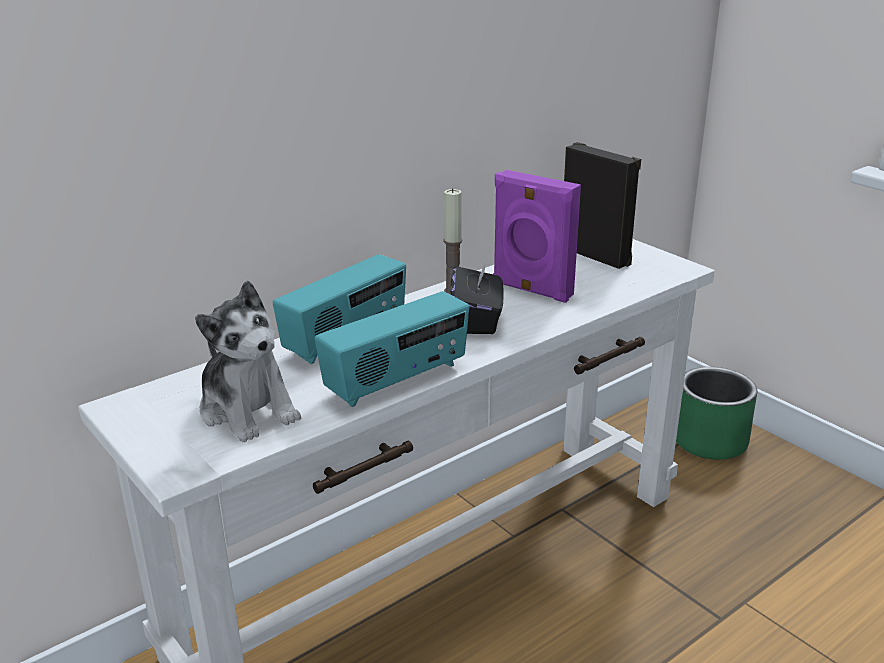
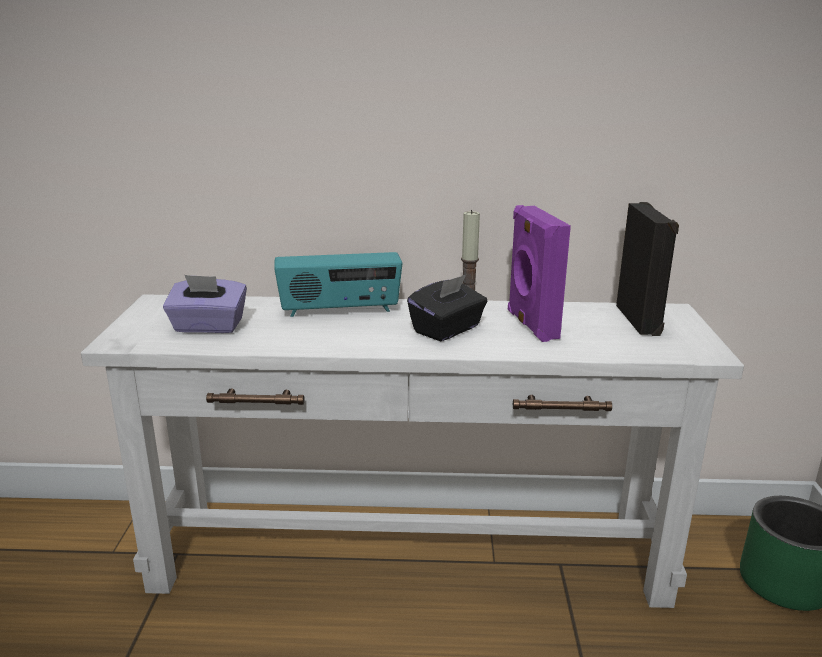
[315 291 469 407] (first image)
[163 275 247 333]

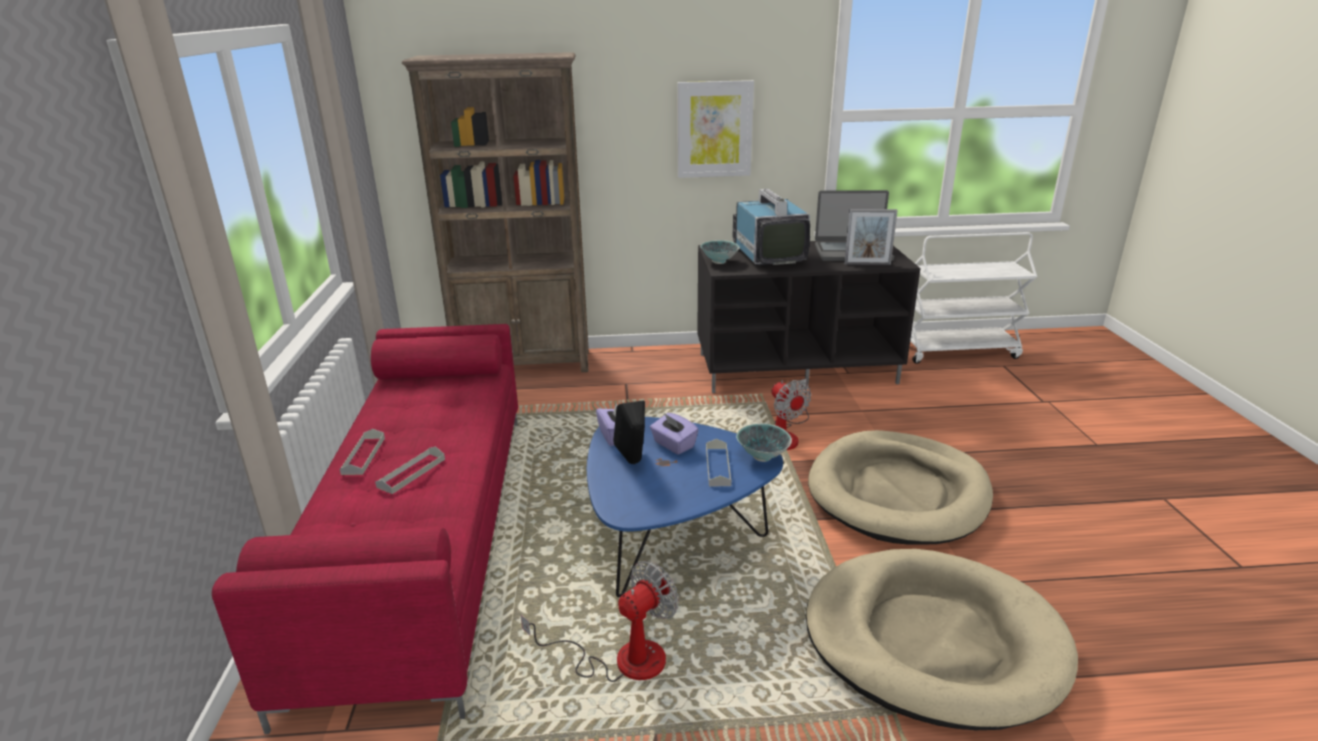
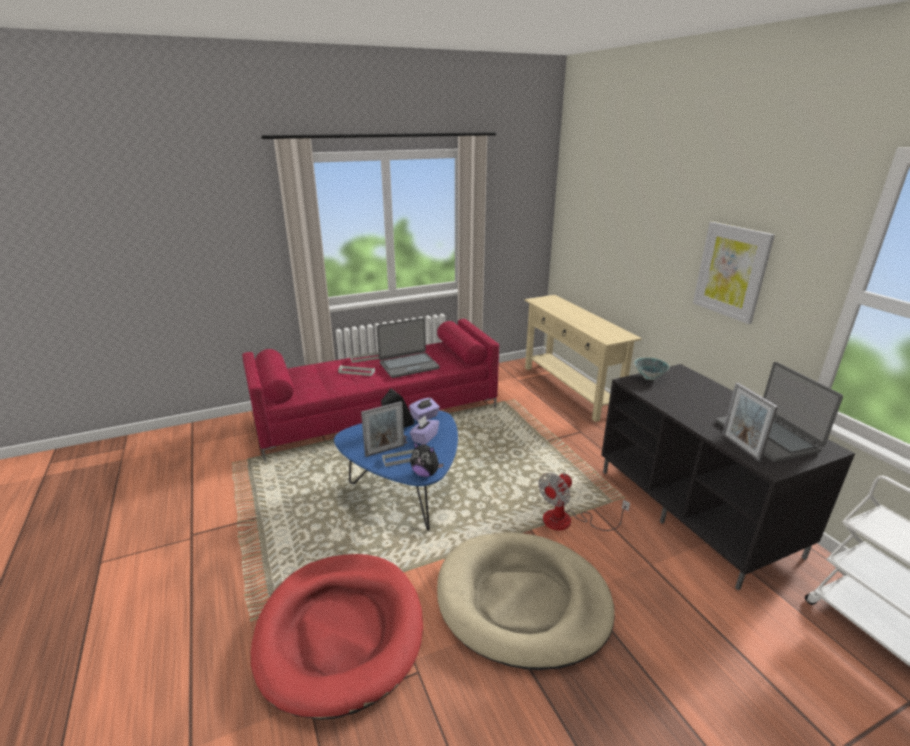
[521 561 679 682] (first image)
[733 189 810 265] (first image)
[361 401 404 457]
[377 318 440 378]
[524 295 642 422]
[410 442 444 477]
[251 554 423 719]

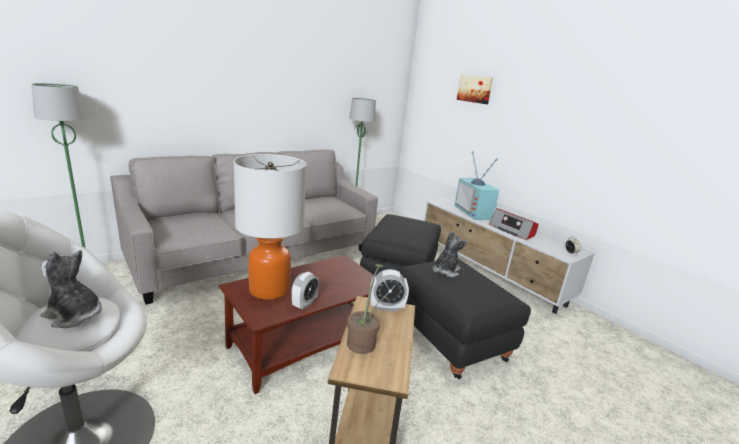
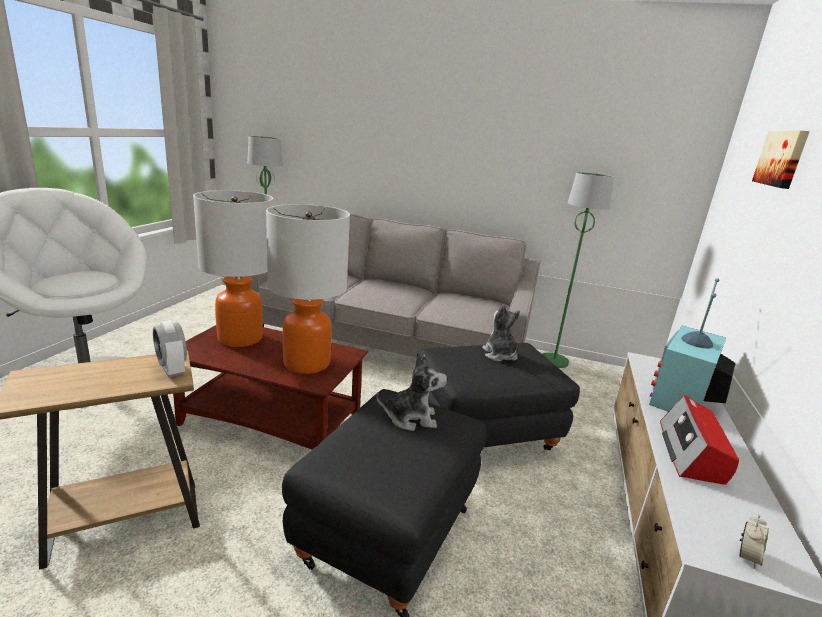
[291 272 319 310] (first image)
[347 264 389 354] (first image)
[266 204 350 374]
[482 304 520 362]

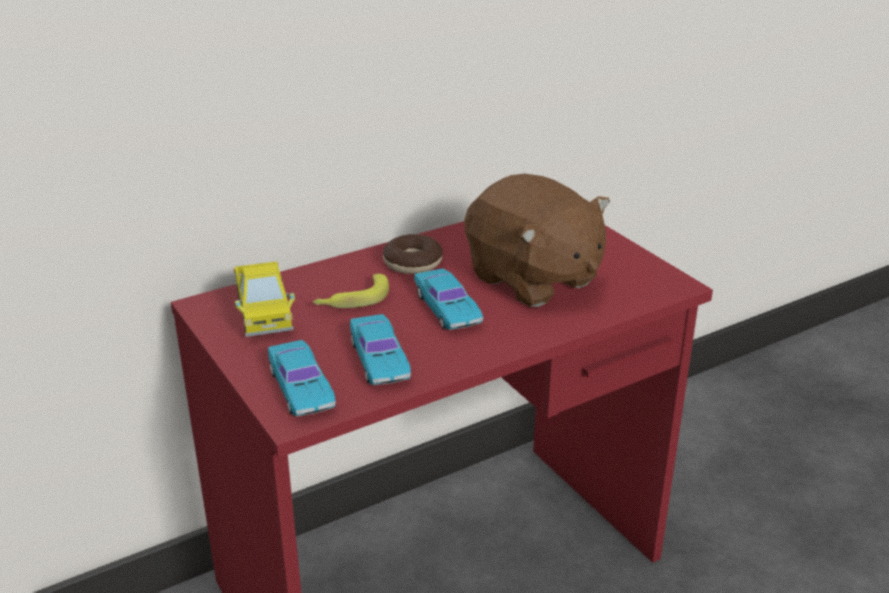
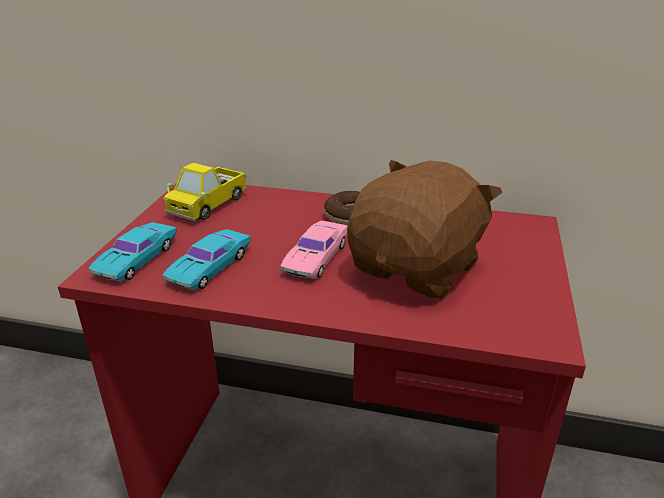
[313 274 389 308] (first image)
[280 221 347 279]
[347 160 502 299]

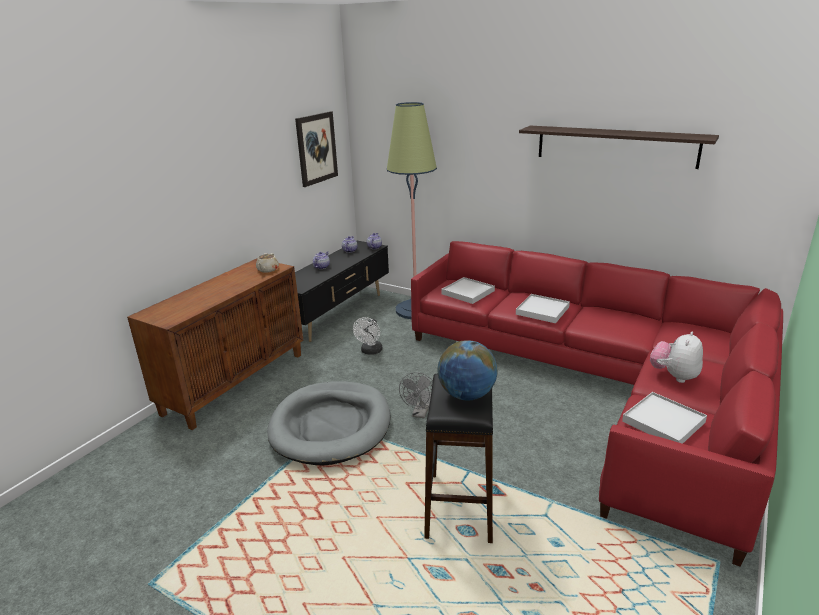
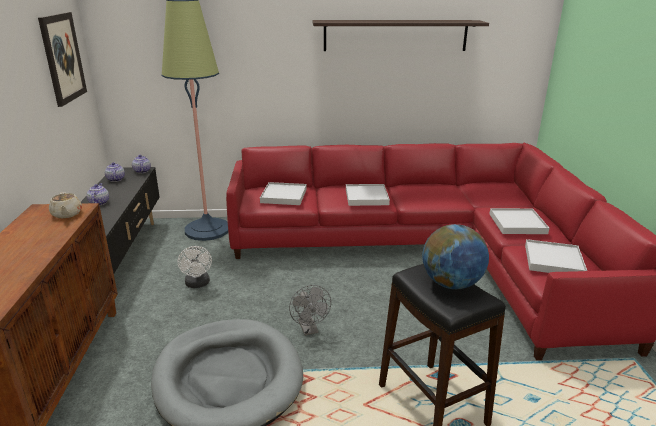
[490 208 549 234]

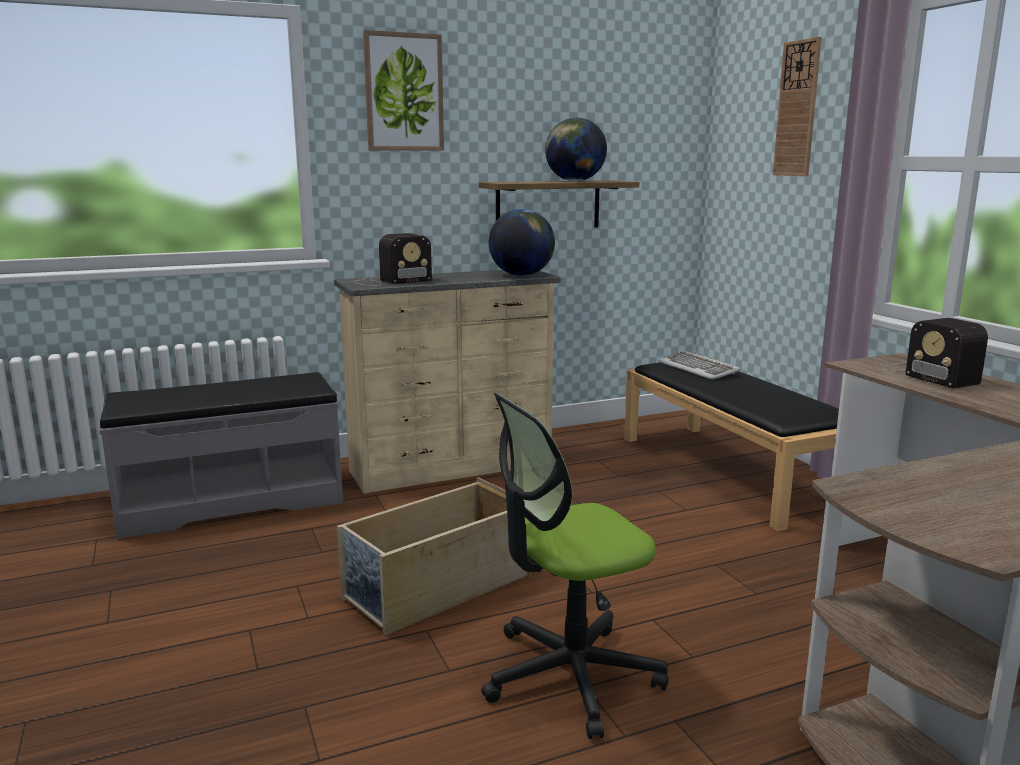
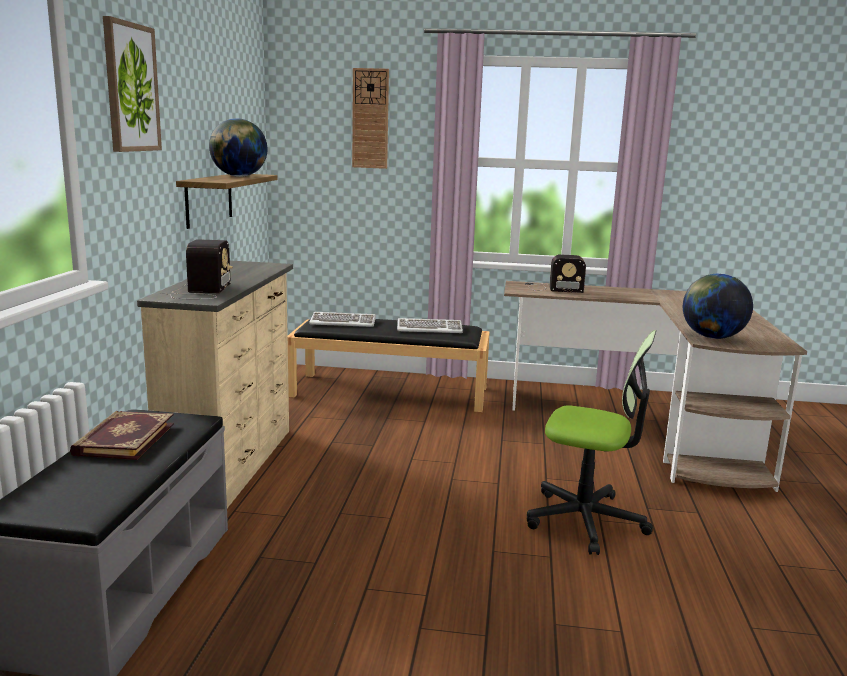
[337 477 532 635] (first image)
[70 411 174 460]
[397 318 463 333]
[683 274 753 339]
[527 330 657 555]

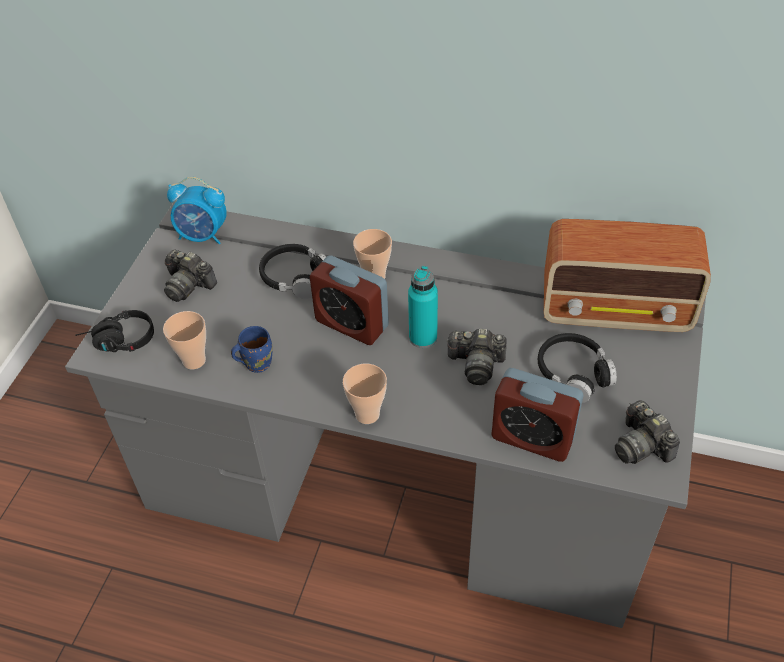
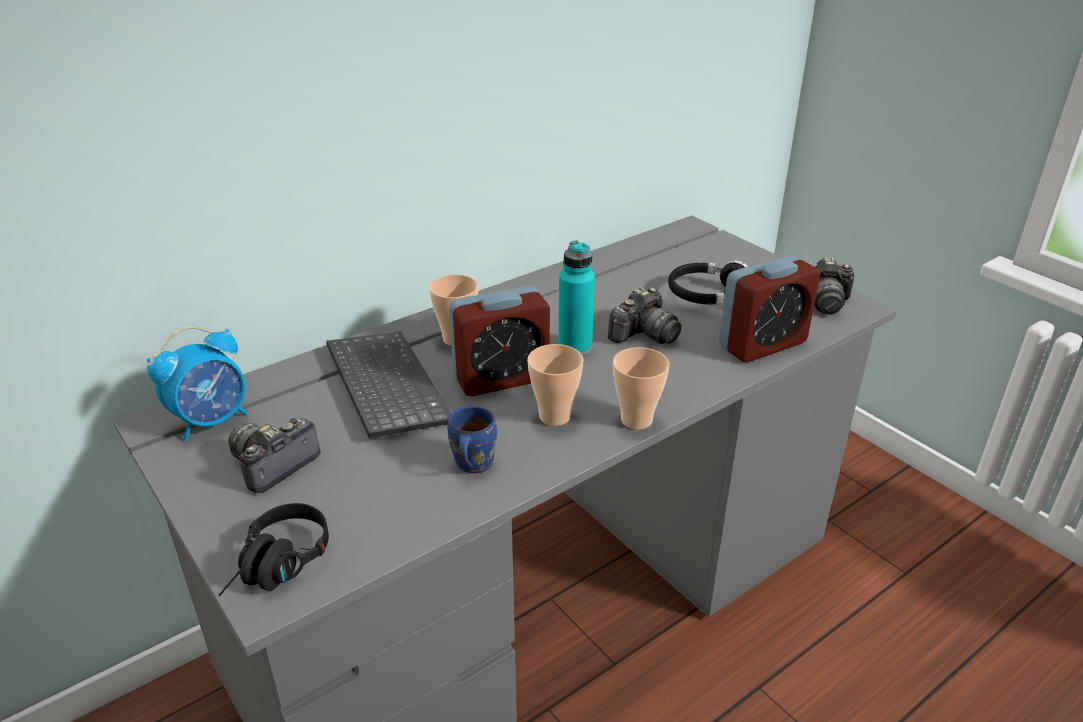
[544 219 711 332] (first image)
[527 344 584 426]
[327 331 451 438]
[228 418 320 493]

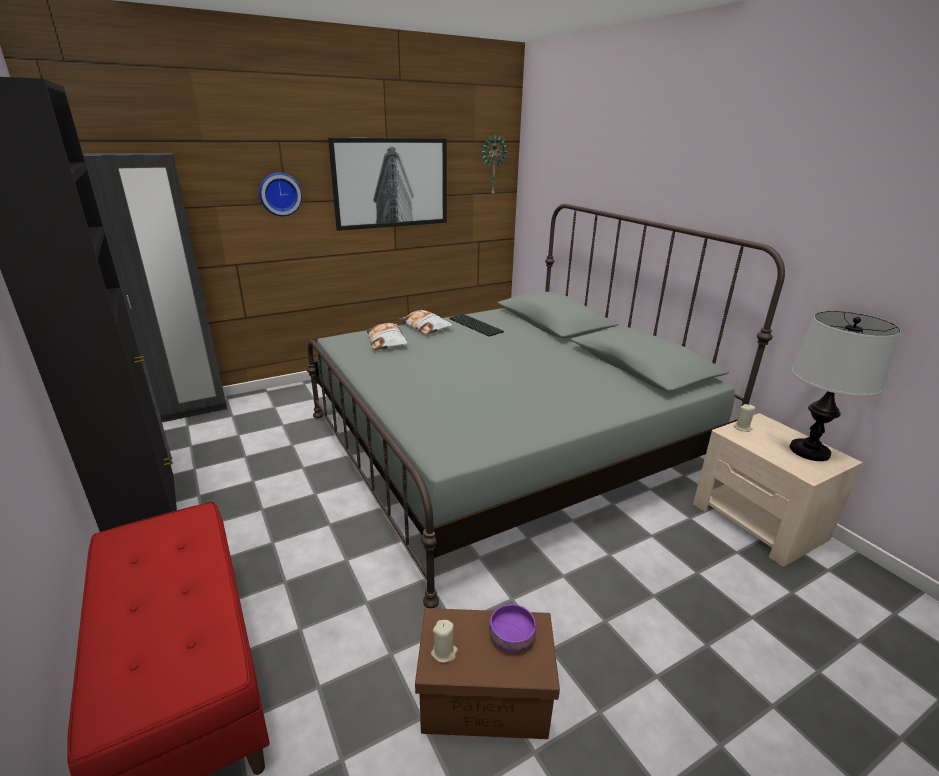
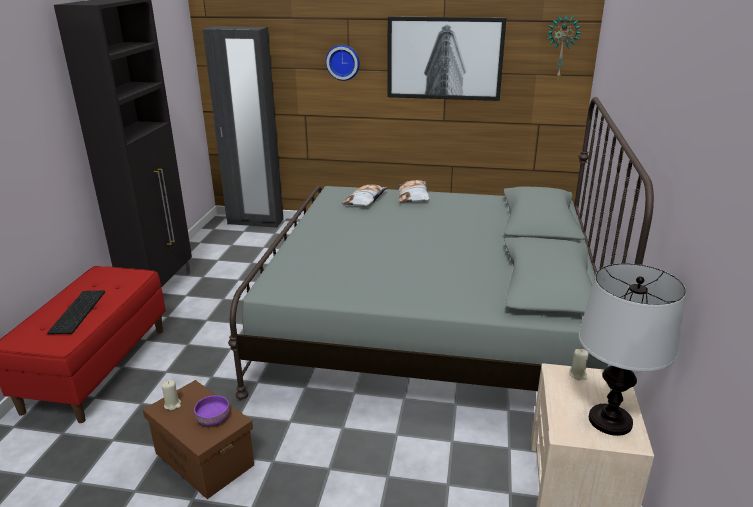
[47 290 105 334]

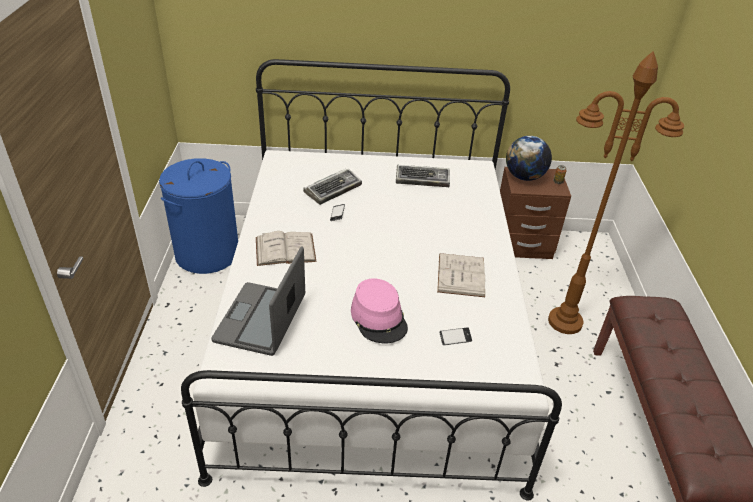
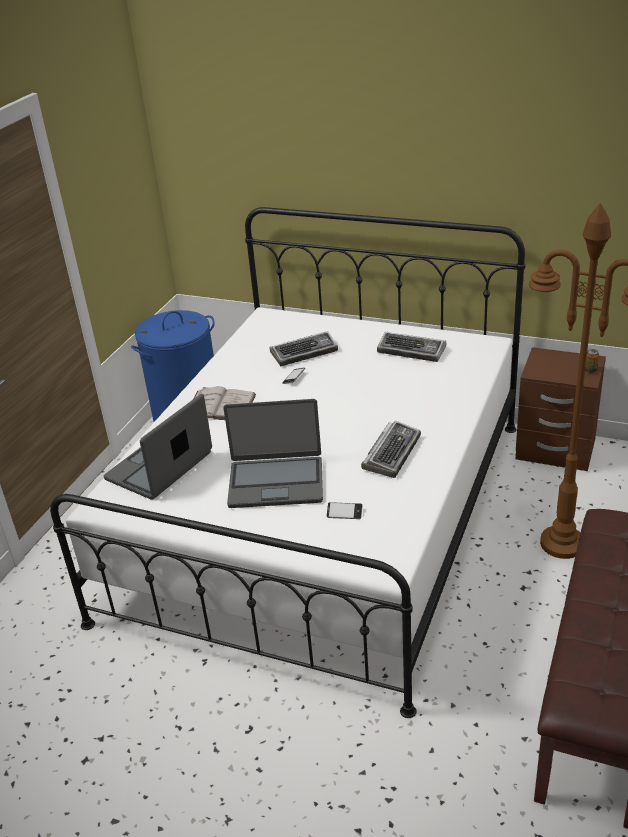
[506 136 552 181] (first image)
[224 399 323 508]
[361 421 421 478]

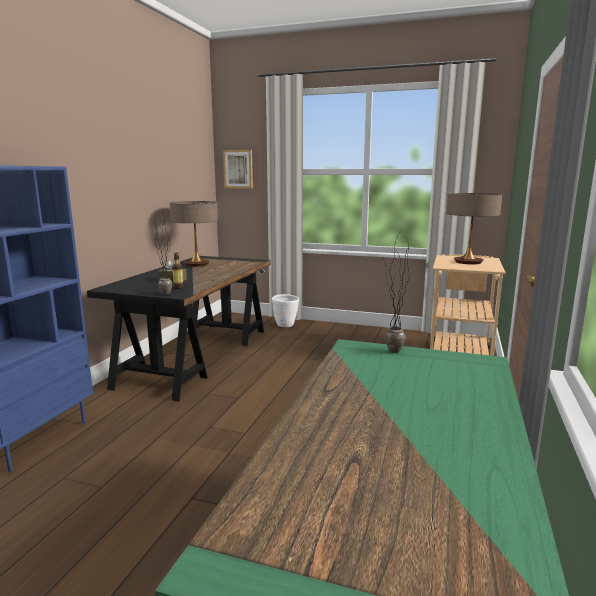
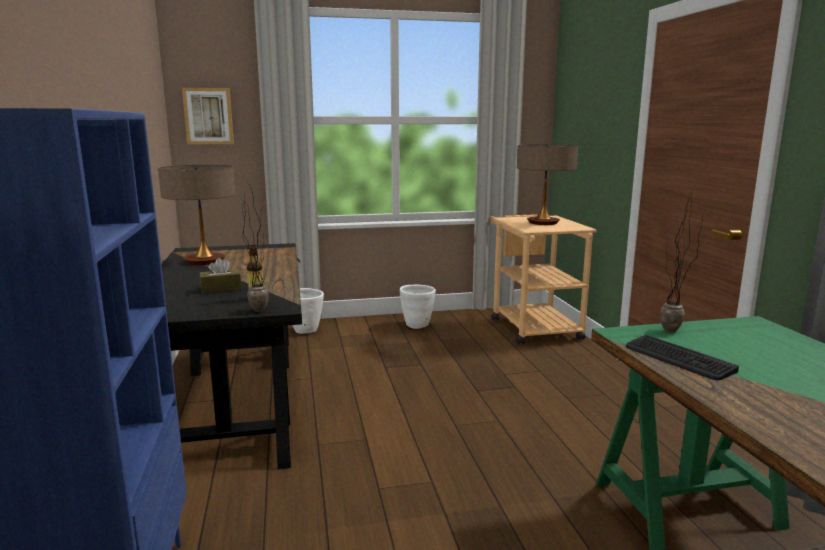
[400 285 436 329]
[626 335 739 380]

